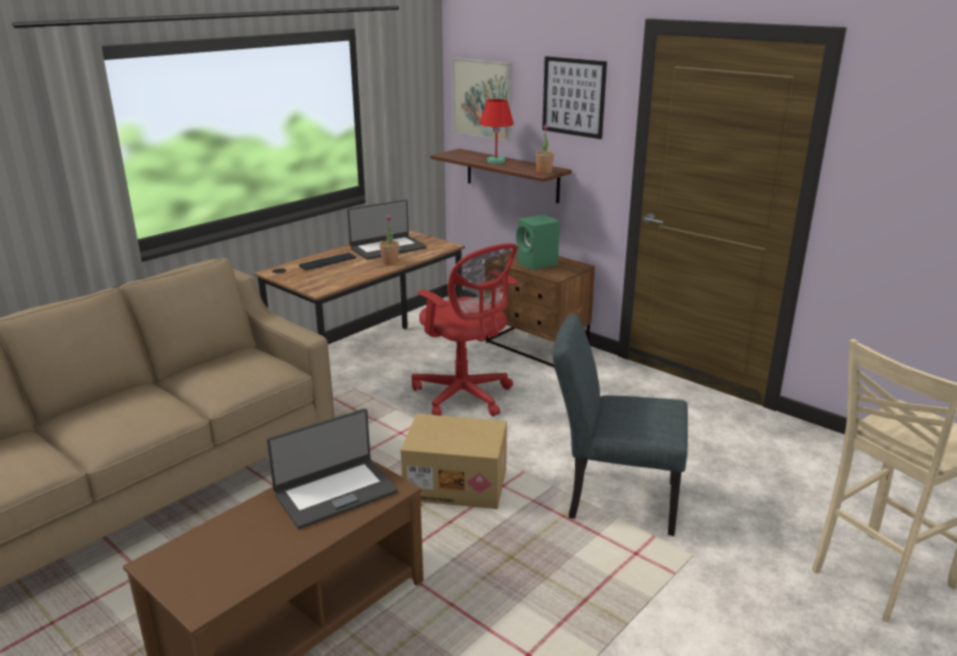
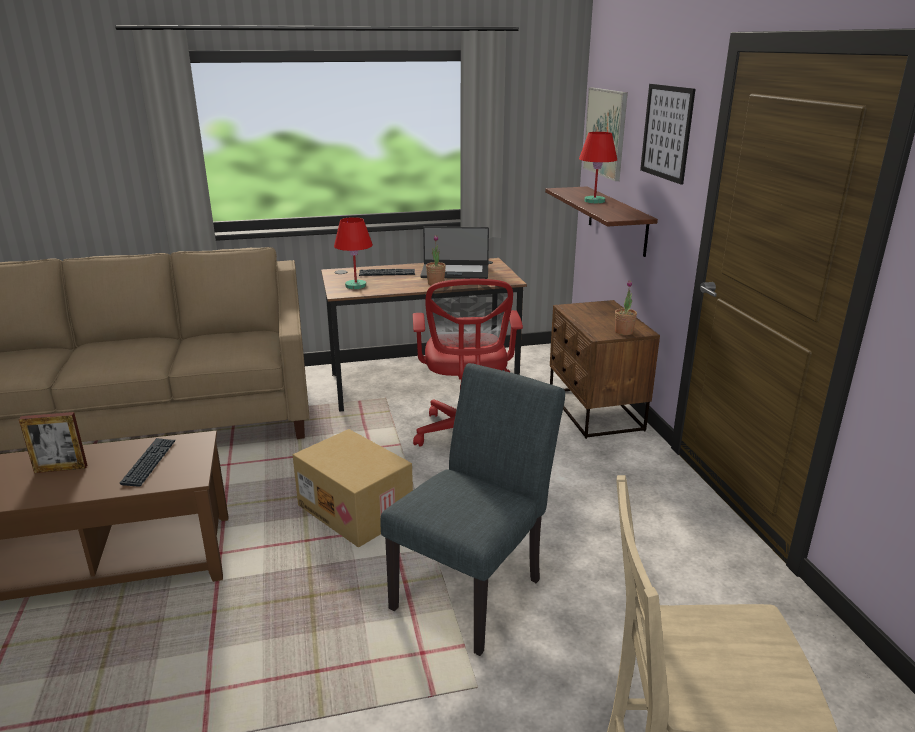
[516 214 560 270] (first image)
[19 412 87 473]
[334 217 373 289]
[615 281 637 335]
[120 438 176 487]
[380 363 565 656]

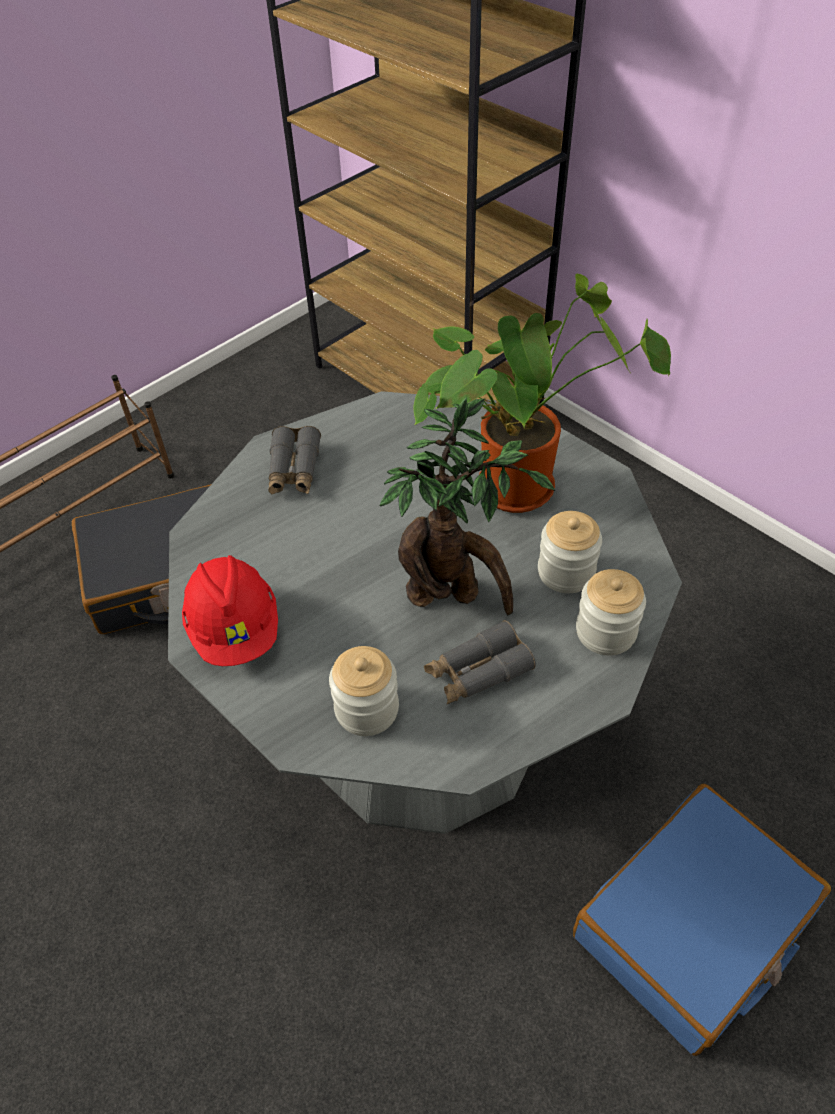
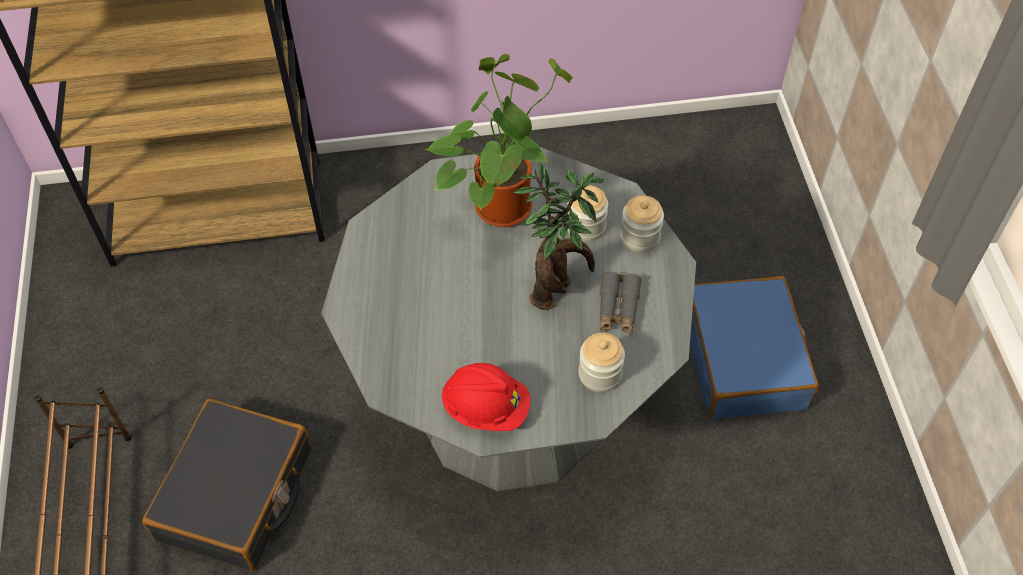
[268 426 321 494] (first image)

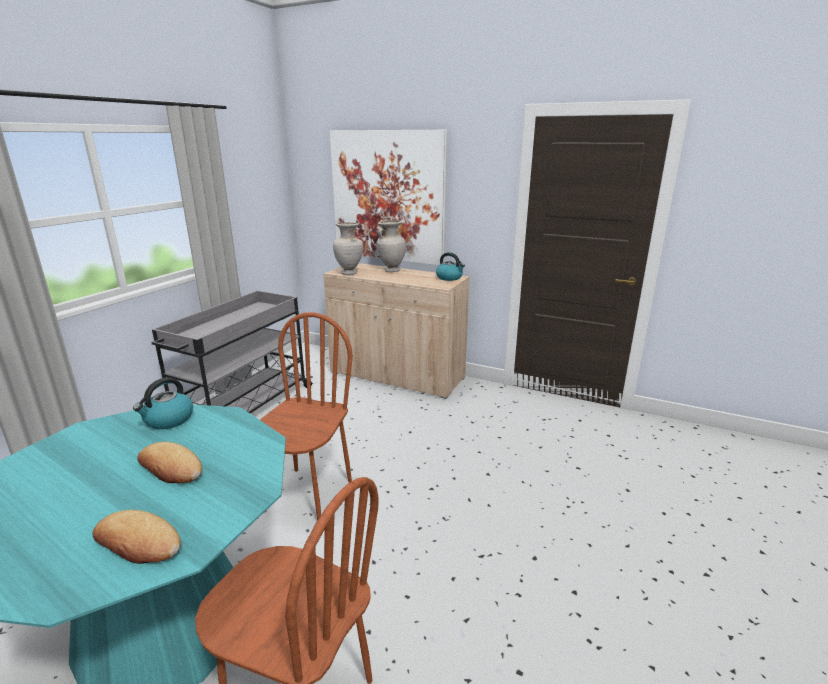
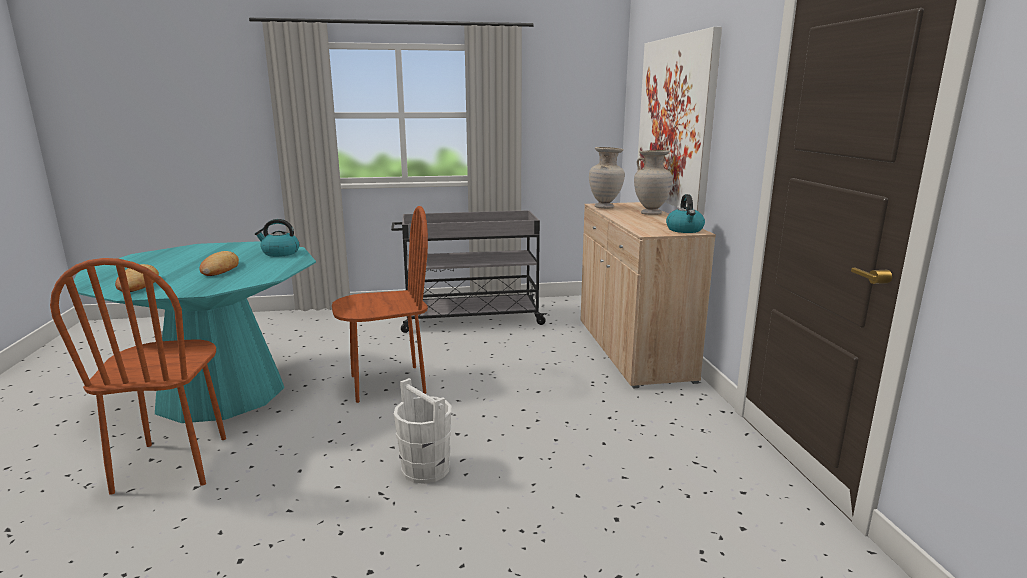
[394 378 451 484]

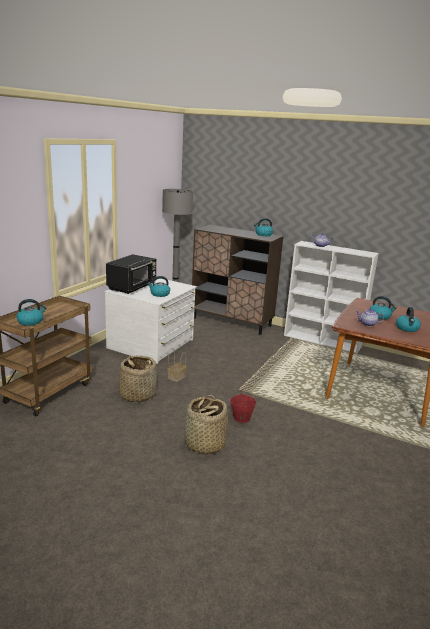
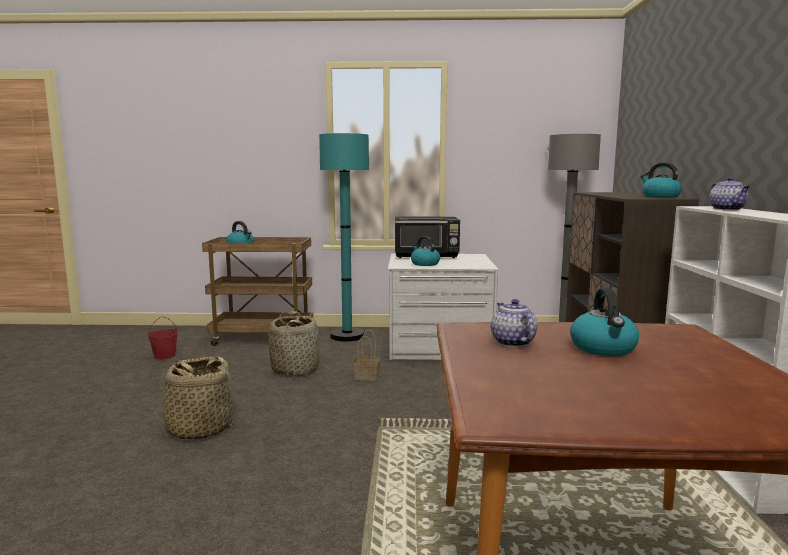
[396 307 421 332] (first image)
[319 133 369 341]
[148 316 178 360]

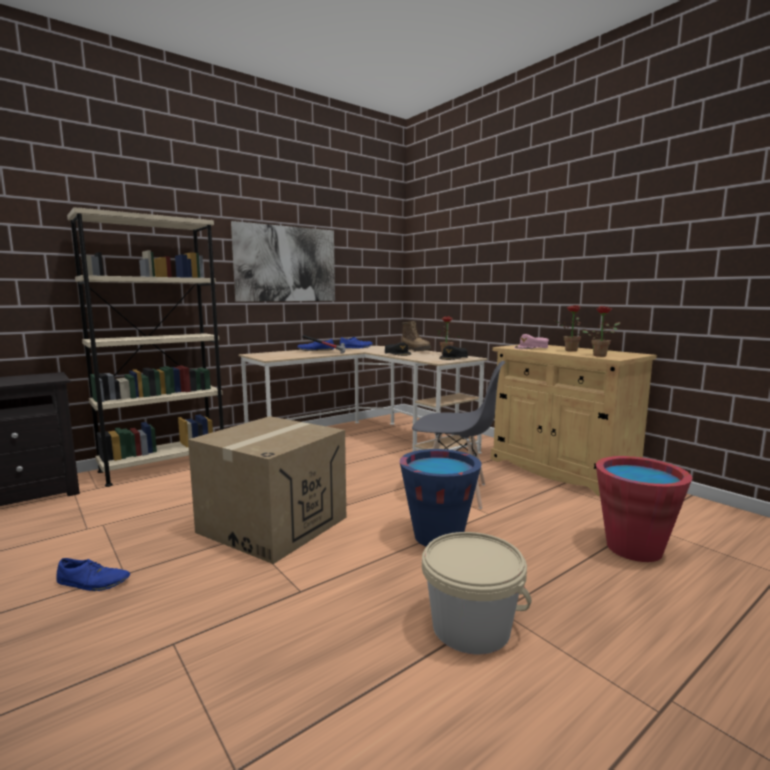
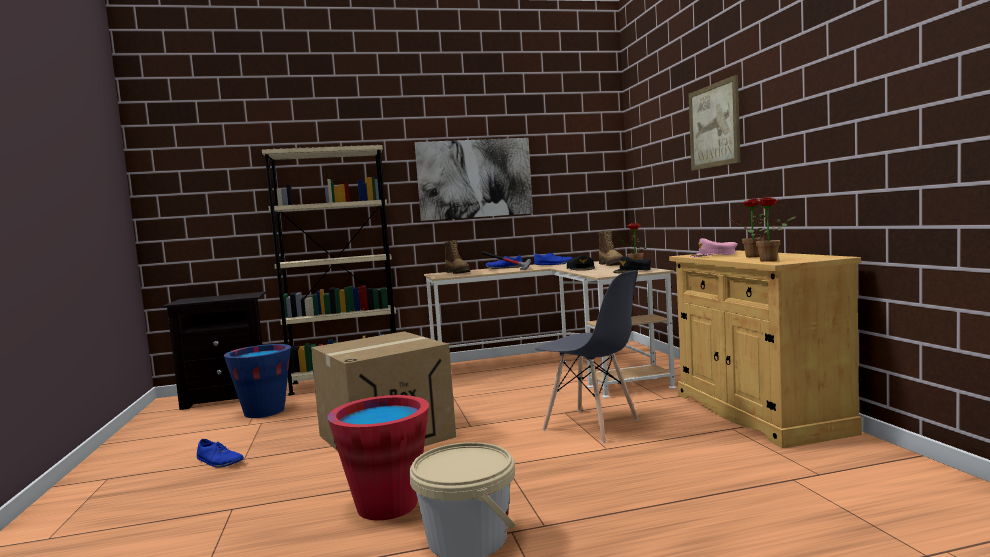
[444 240 470 274]
[689 75 740 171]
[224 344 291 418]
[327 395 429 520]

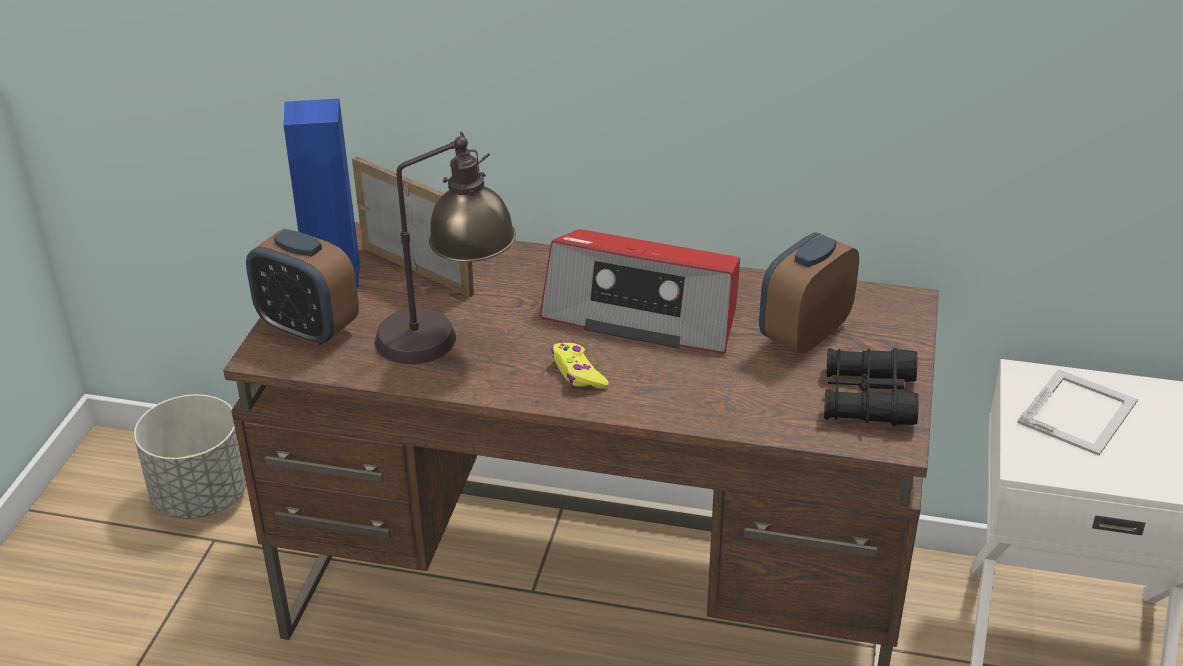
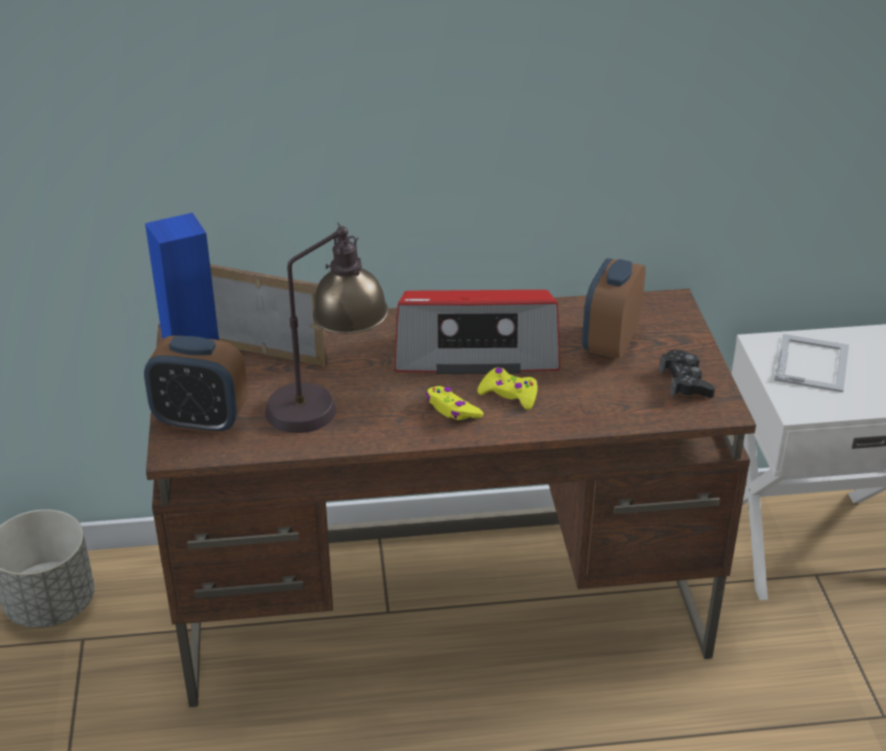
[477 368 538 410]
[659 350 715 398]

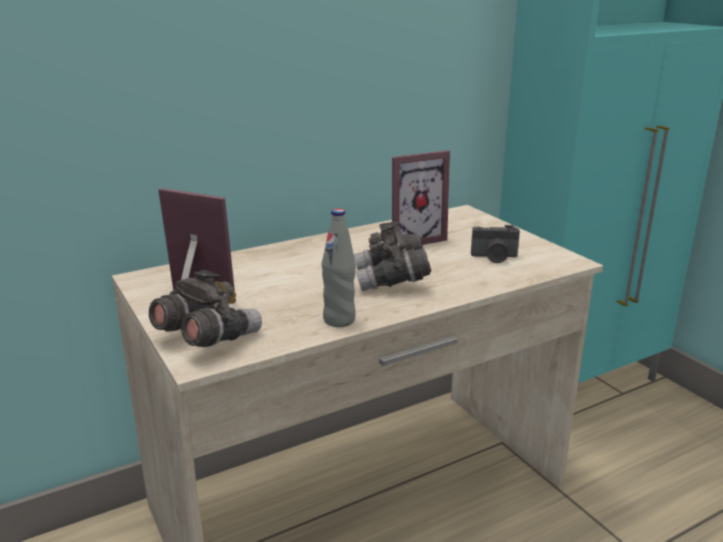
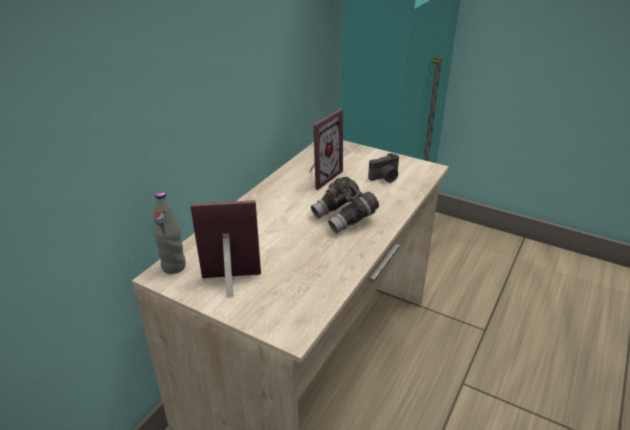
[149 270 262 347] (first image)
[154 192 186 274]

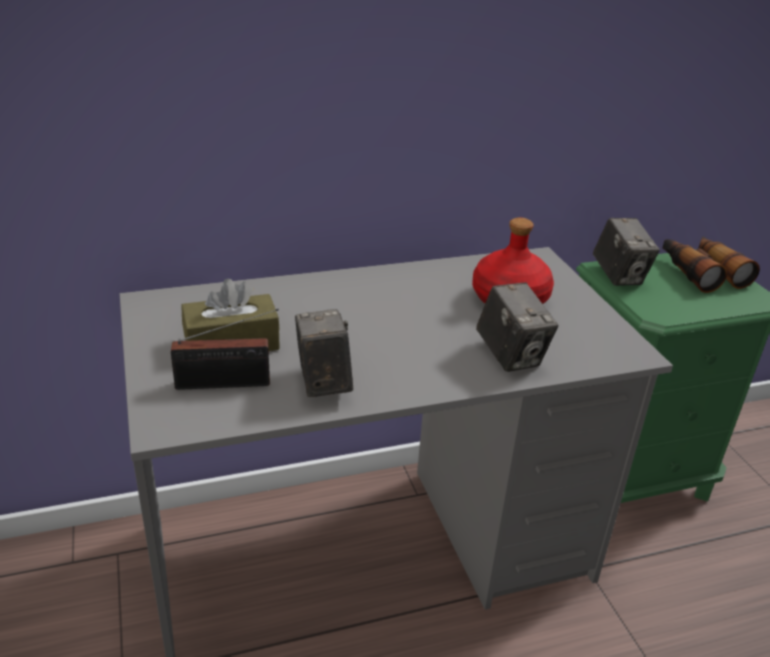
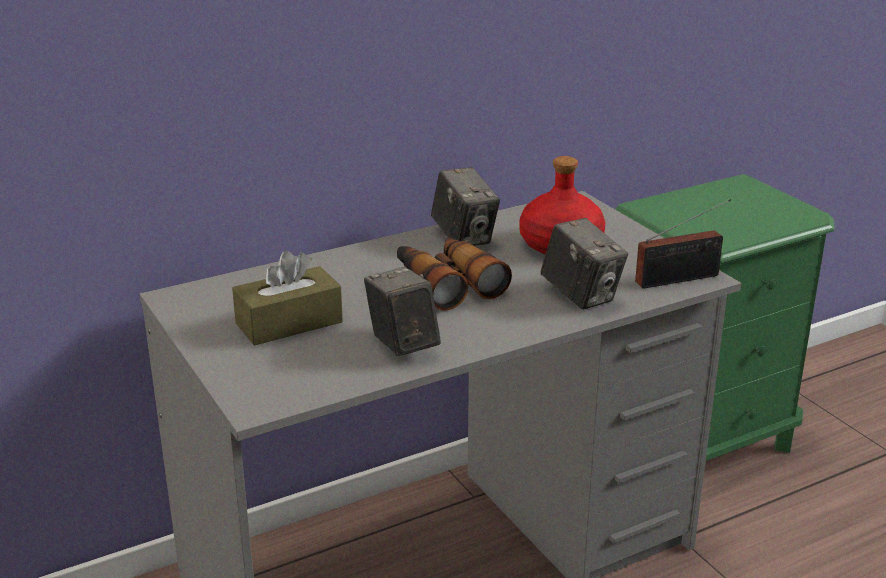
[635 199 731 289]
[431 167 500 246]
[397 235 512 311]

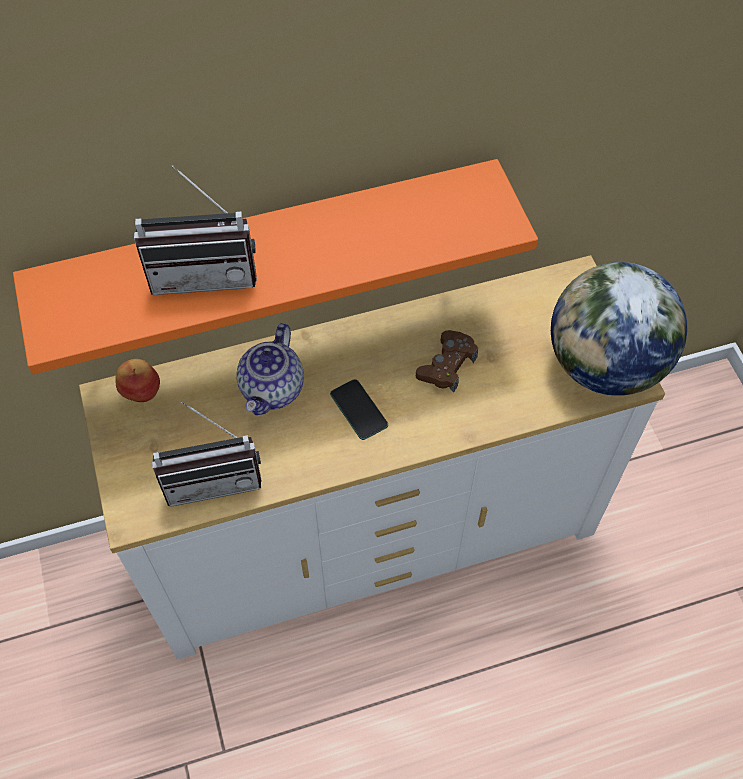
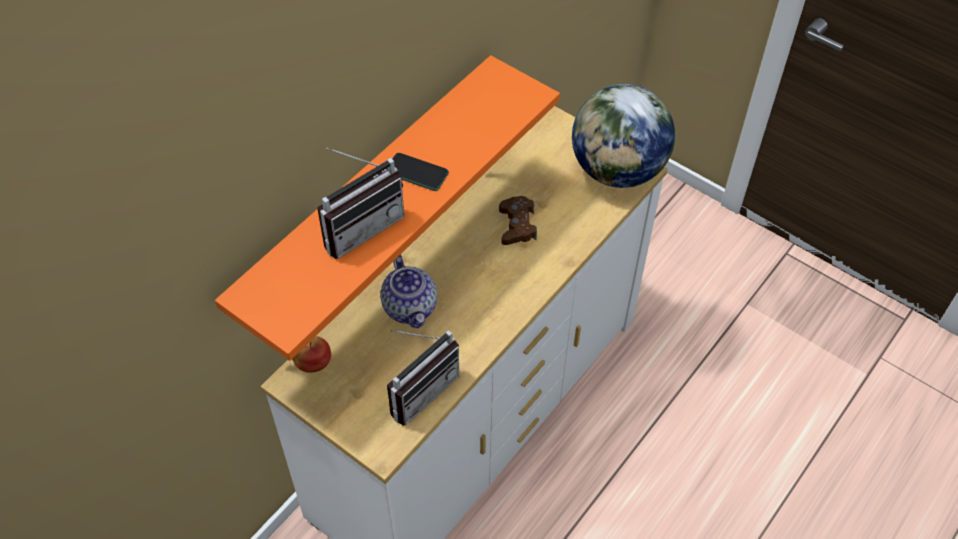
[392 153 449 191]

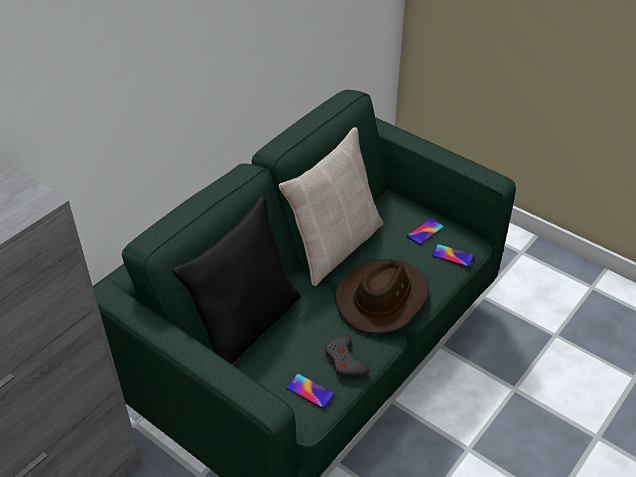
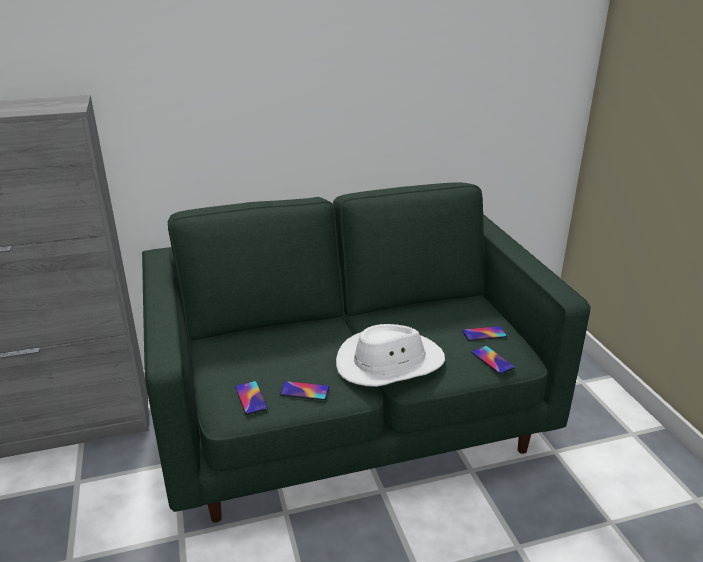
[172 197 301 364] (first image)
[279 127 384 286] (first image)
[280 381 329 400]
[336 324 445 387]

